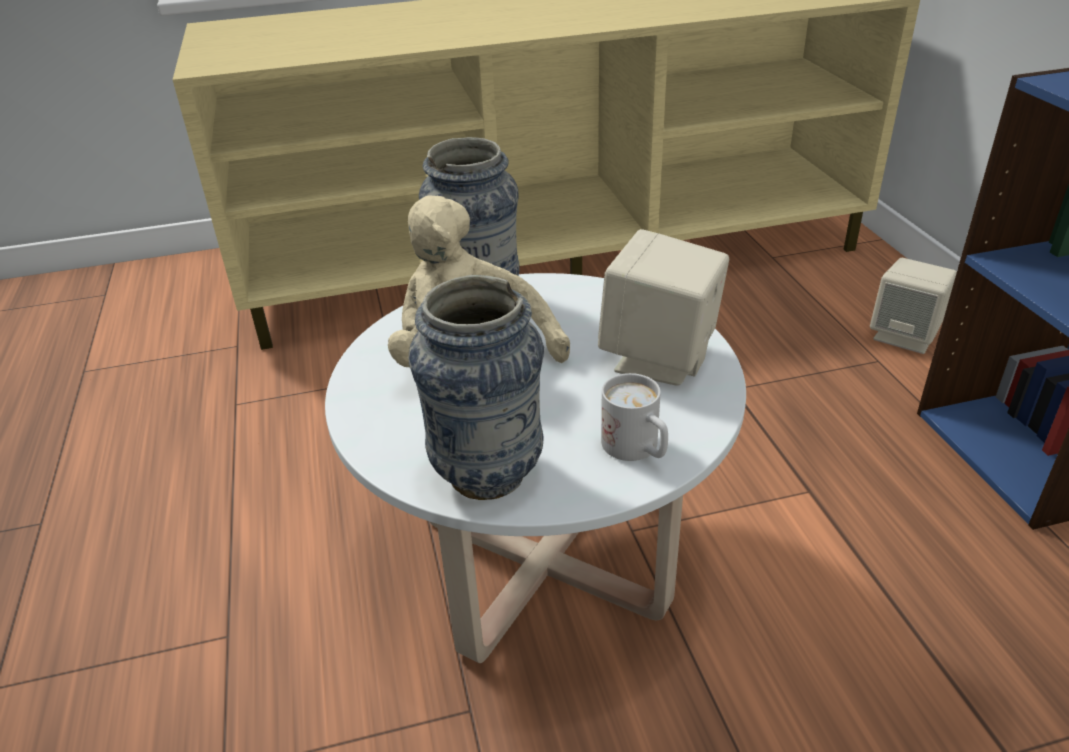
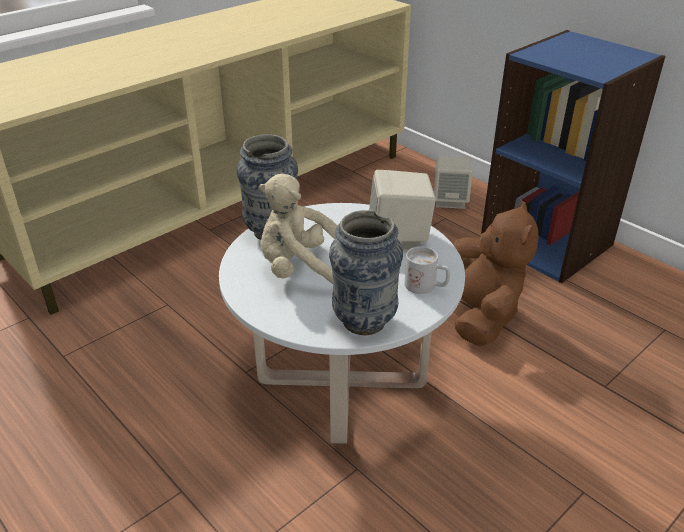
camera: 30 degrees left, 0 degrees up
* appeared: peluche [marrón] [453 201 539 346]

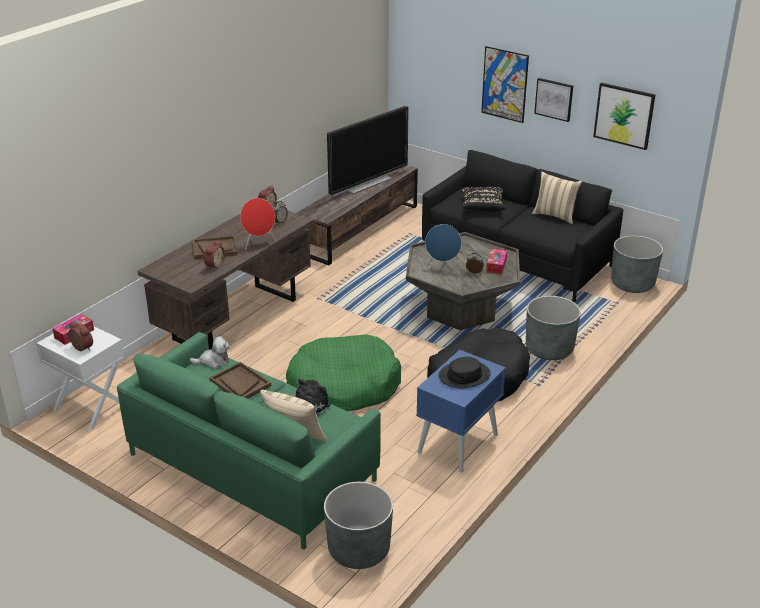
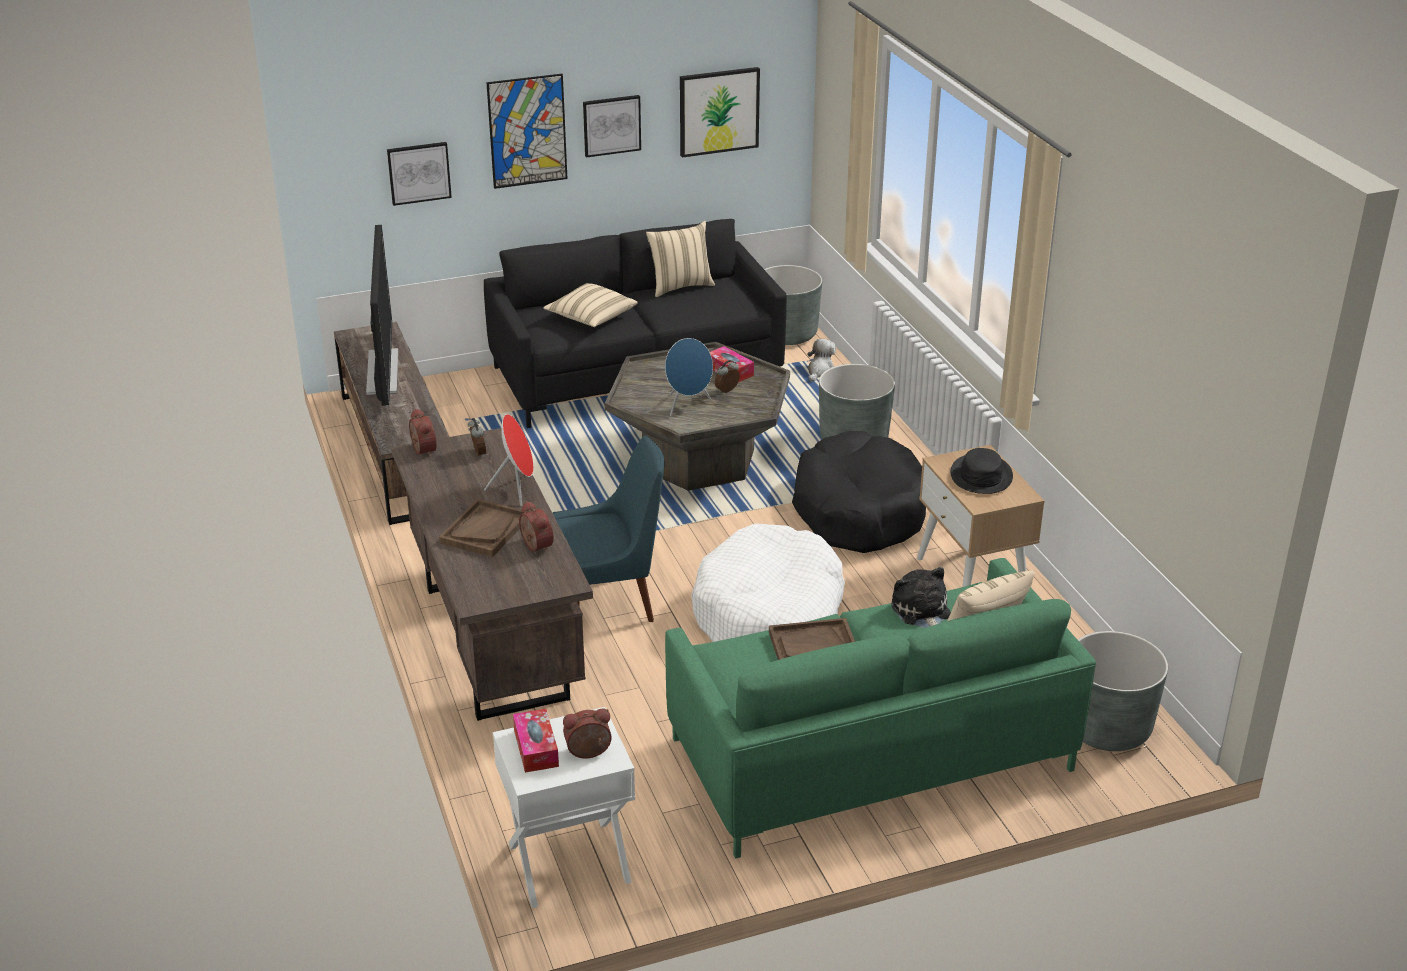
camera: 55 degrees left, 0 degrees up
* colour: cojín [negro] [461 187 506 211] to cojín [beis] [543 283 638 327]
* colour: cama para perro [verde] [286 334 401 411] to cama para perro [blanco] [691 523 845 642]
* relocated: peluche [189 336 230 369] to [807 339 836 382]
* colour: mesita de noche [azul] [416 350 506 473] to mesita de noche [beis] [917 445 1045 587]
* appeared: cuadro [387 142 452 206]
* appeared: silla [azul] [553 436 665 622]

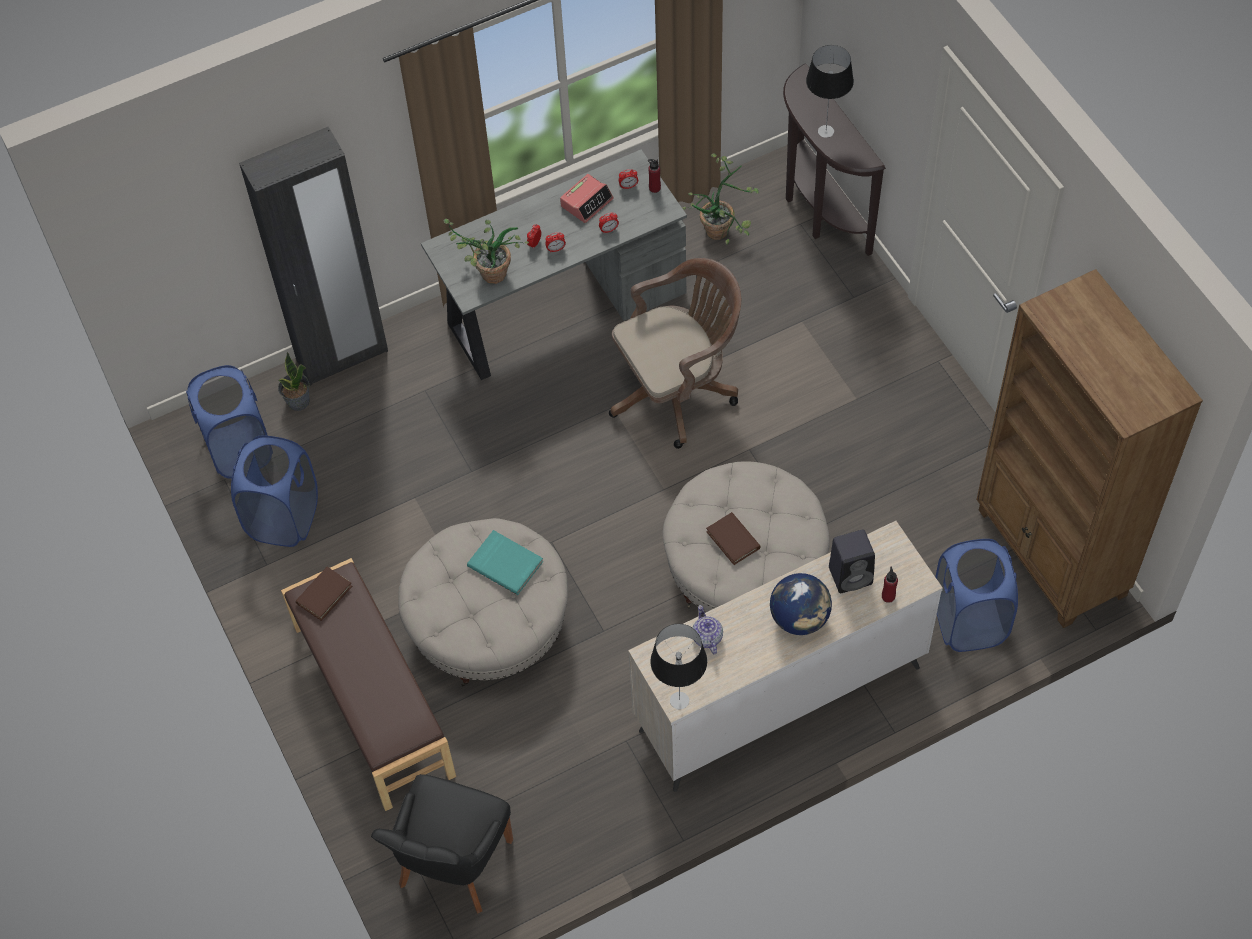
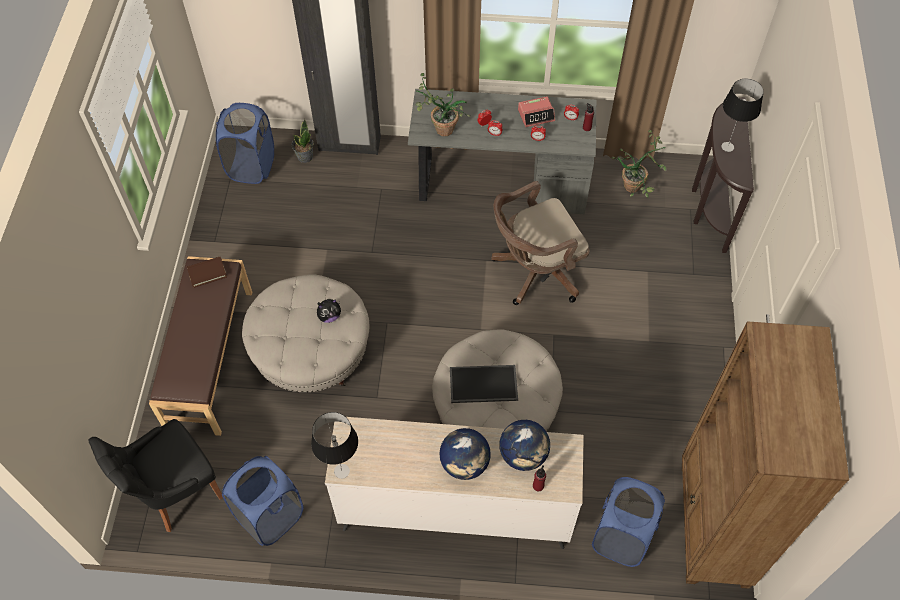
camera: 30 degrees right, 0 degrees up
* spun: silla de oficina [marrón] [609 258 741 449] = [491 181 590 305] 150 degrees clockwise
* relocated: cesto de la ropa [azul] [231 436 318 547] to [222 456 304 546]
* exchanged: libro [marrón] [706 512 761 565] to bandeja [450 365 518 403]
* exchanged: libro [turquesa] [467 530 543 595] to peluche [317 299 341 323]
* exchanged: altavoz [negro] [829 530 875 593] to globo terráqueo [499 420 550 471]
* missing: tetera [692 605 723 654]

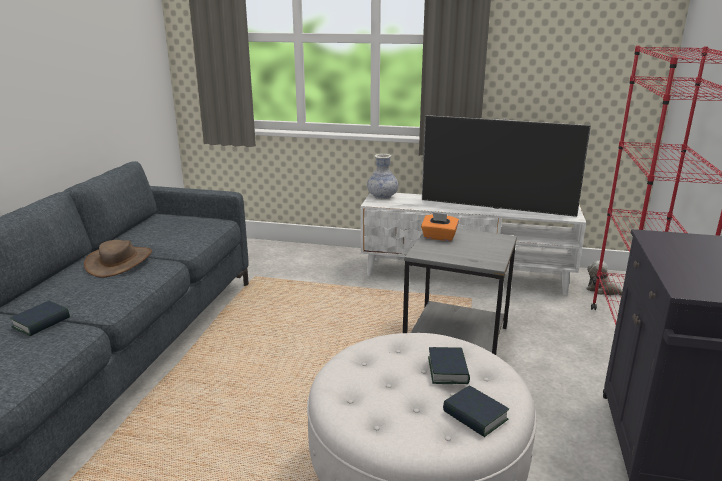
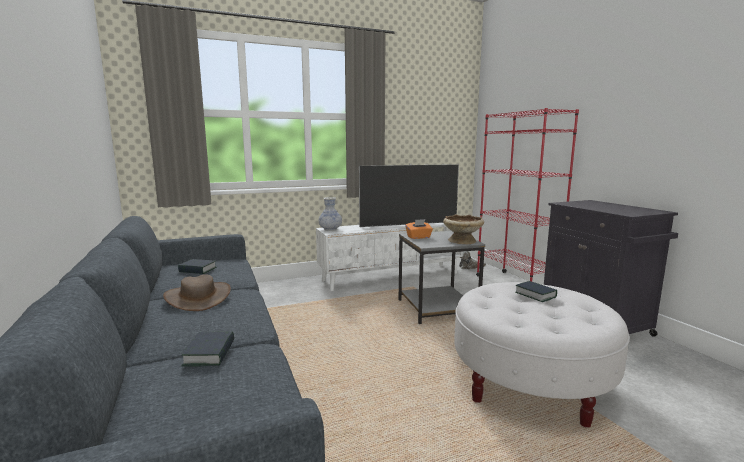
camera: 35 degrees left, 10 degrees down
* relocated: libro [443 386 509 437] to [178 259 216 274]
* appeared: cuenco [beis] [443 214 484 244]

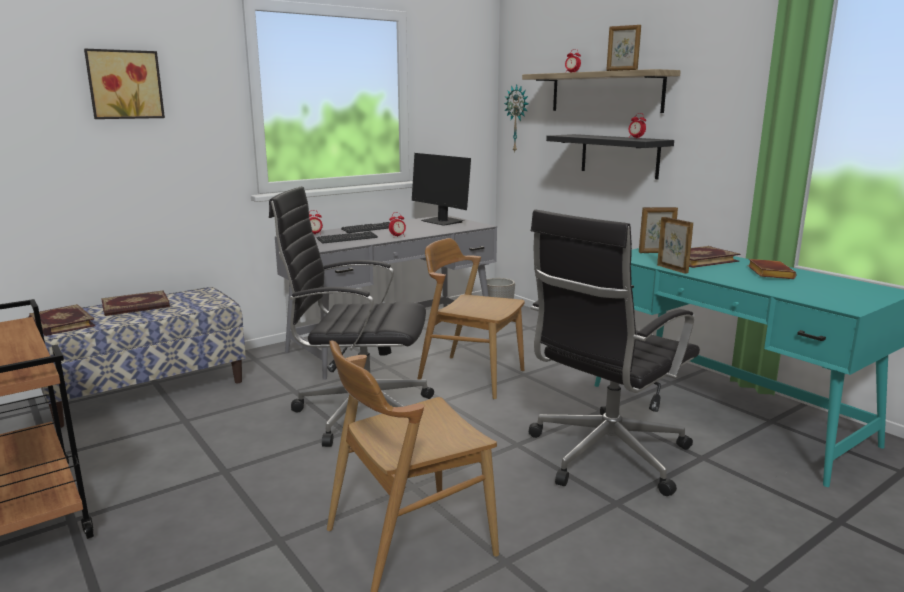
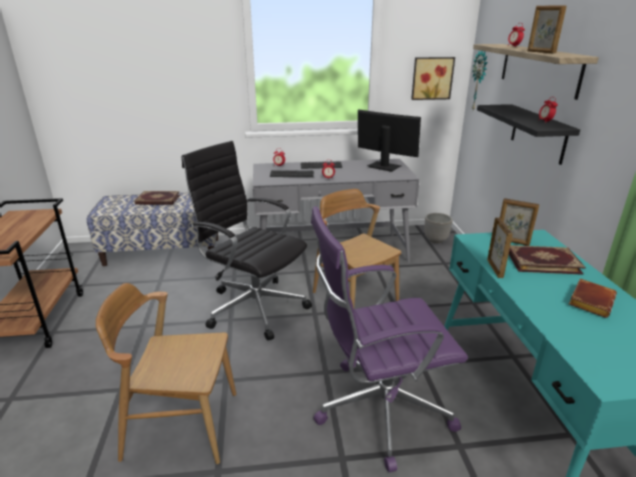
camera: 30 degrees right, 10 degrees up
* relocated: cuadro [84 49 165 119] to [411 57 455 100]
* spun: monitor [412 153 471 226] = [358 109 421 172] 135 degrees clockwise
* colour: silla de oficina [negro] [529 210 700 496] to silla de oficina [morado] [311 206 468 473]
* missing: libro [29 304 95 336]

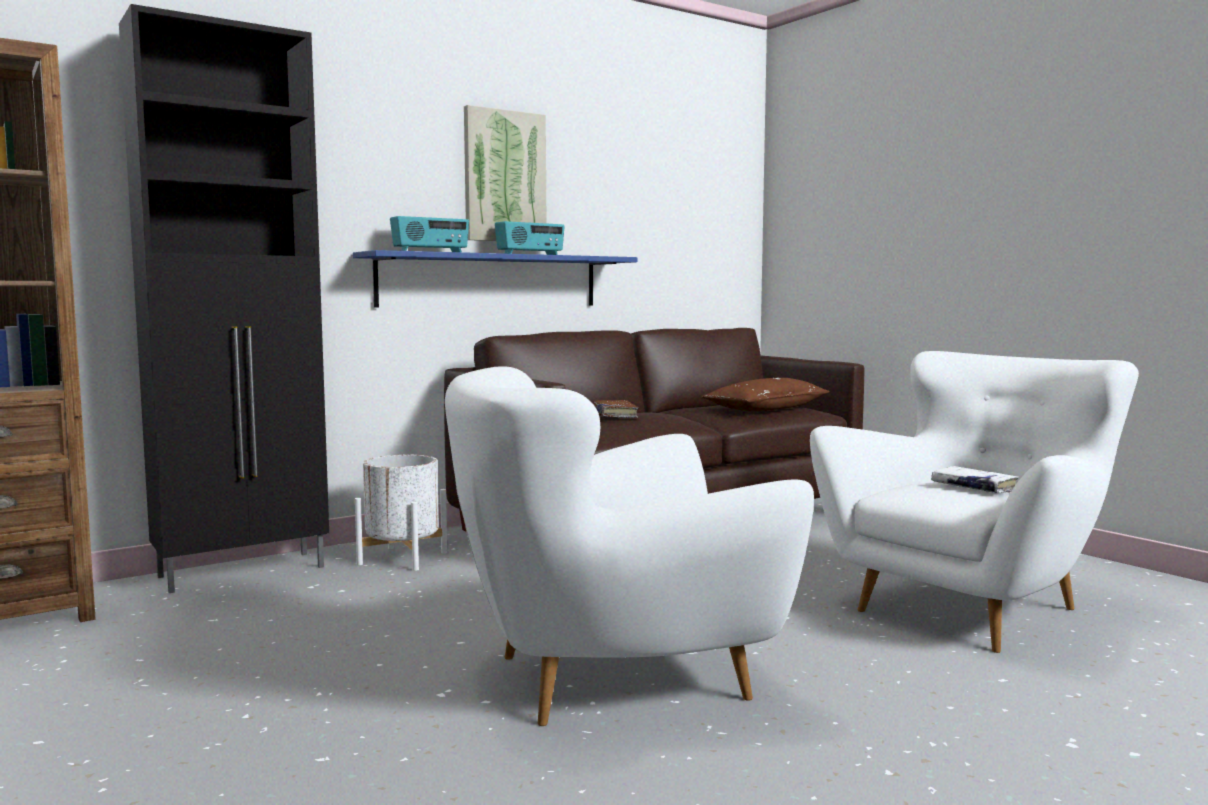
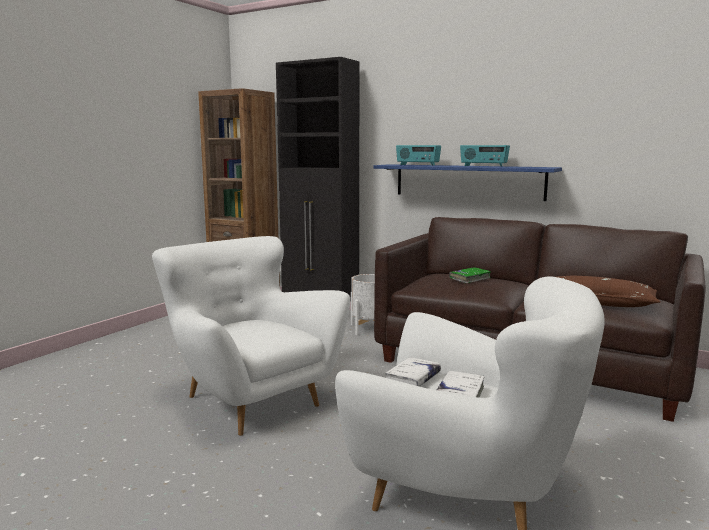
camera: 65 degrees right, 5 degrees up
* missing: cuadro [464 105 547 241]
* colour: libro [marrón] [593 400 638 418] to libro [verde] [449 267 491 283]
* appeared: libro [blanco] [385 357 441 387]

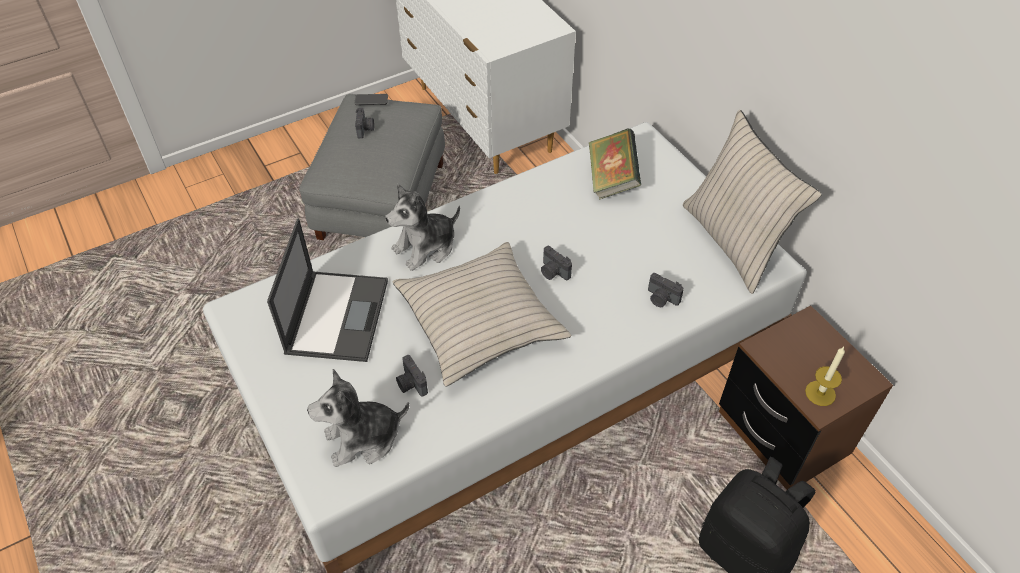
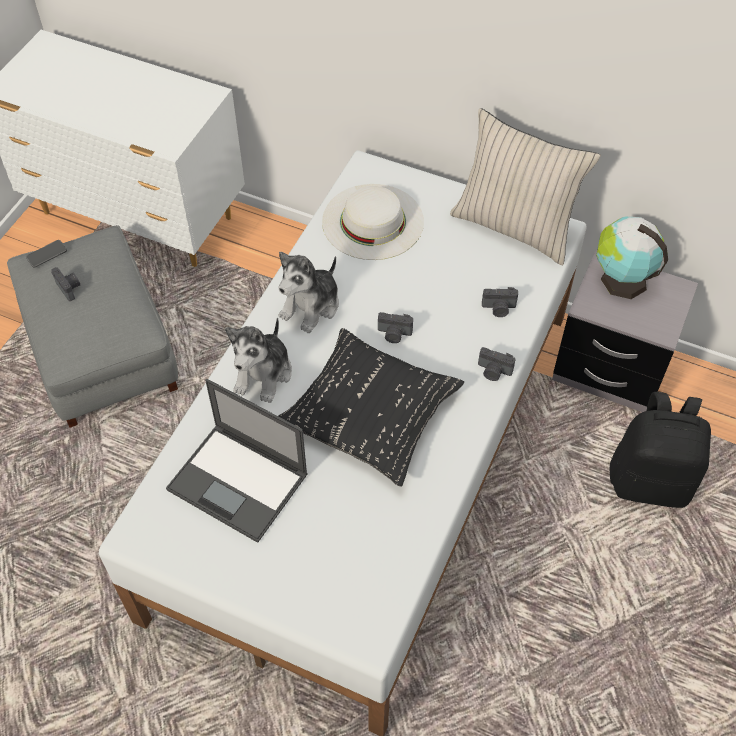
camera: 35 degrees left, 5 degrees up
* exchanged: libro [589 128 641 200] to sombrero [blanco] [322 184 424 260]
* spun: portátil [267 218 388 362] = [166 379 308 543] 150 degrees clockwise
* colour: cojín [beis] [393 242 571 387] to cojín [negro] [278 328 464 487]
* colour: mesita de noche [marrón] [719 305 893 490] to mesita de noche [gris] [552 250 698 412]
* missing: vela [805 347 845 406]
* relocated: cámara [396 355 428 397] to [478 347 516 381]
* relocated: peluche [307 369 409 467] to [279 252 339 333]
* appeared: globo terráqueo [596 217 668 299]

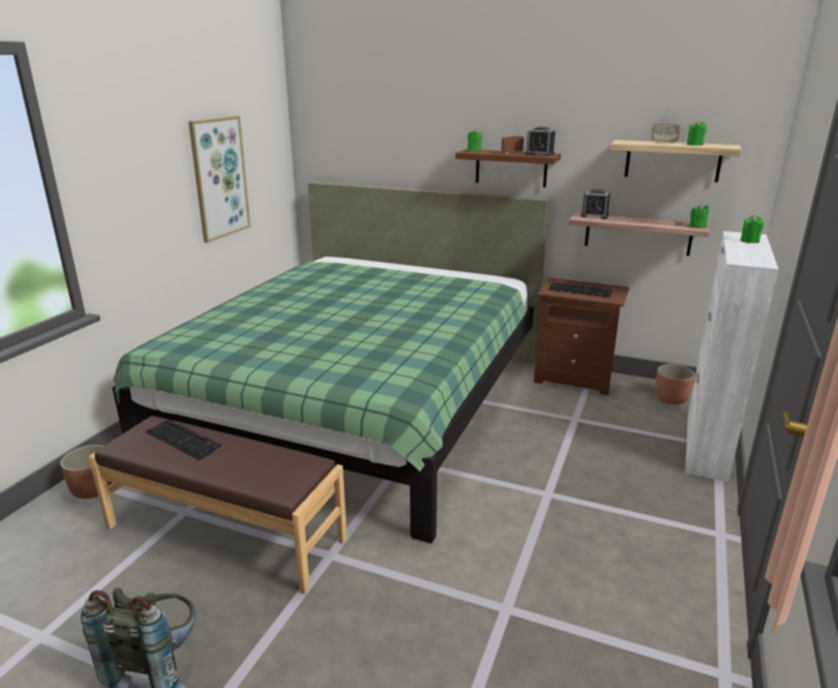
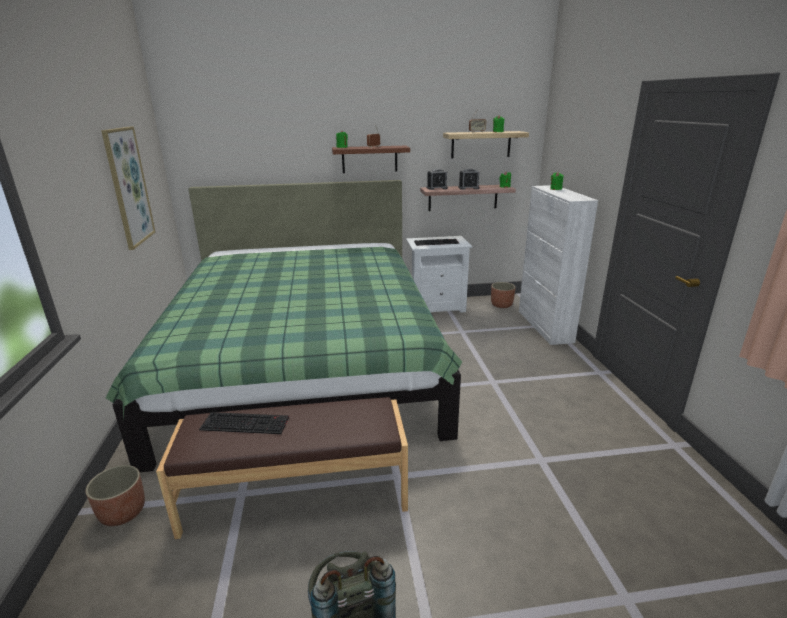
camera: 30 degrees left, 0 degrees up
* relocated: despertador [525 127 555 156] to [458 169 479 190]
* colour: mesita de noche [marrón] [534 278 629 395] to mesita de noche [blanco] [406 236 472 313]

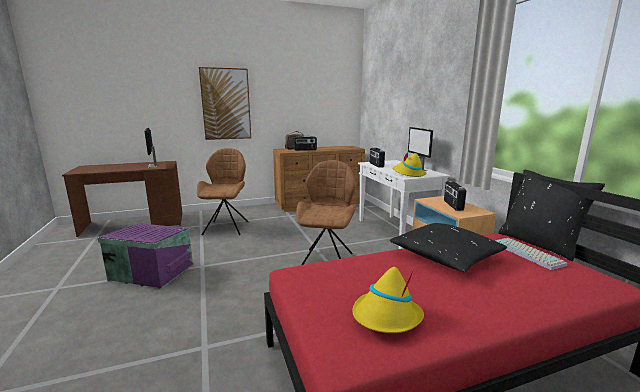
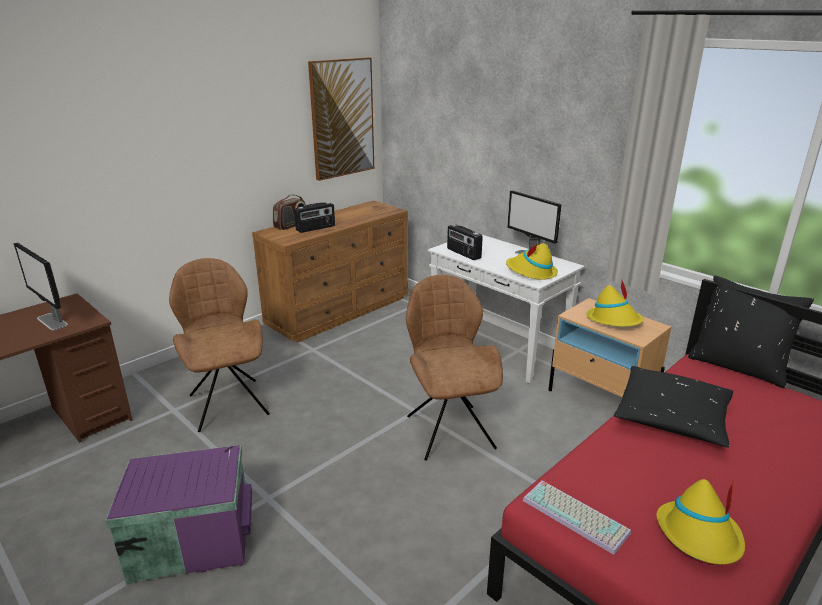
camera: 25 degrees left, 10 degrees up
* relocated: cuadro [199 67 251 140] to [308 57 374 181]
* exchanged: radio [444 181 466 211] to sombrero [amarillo] [586 278 644 327]
* relocated: teclado [495 238 568 270] to [523 481 631 555]

